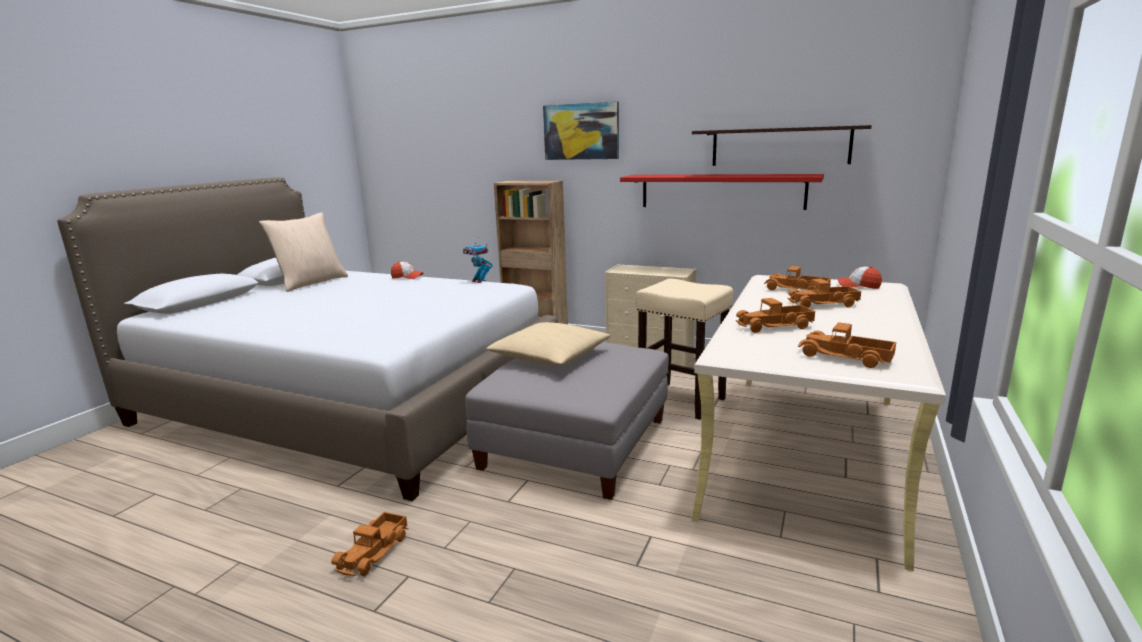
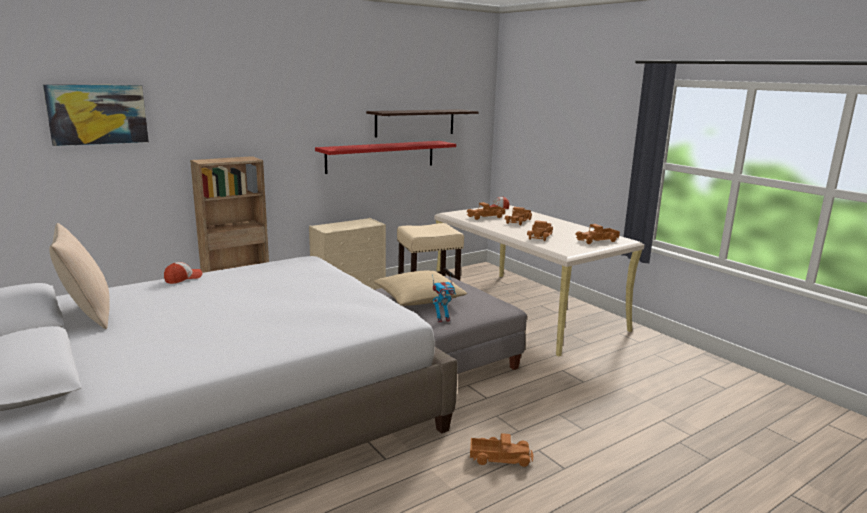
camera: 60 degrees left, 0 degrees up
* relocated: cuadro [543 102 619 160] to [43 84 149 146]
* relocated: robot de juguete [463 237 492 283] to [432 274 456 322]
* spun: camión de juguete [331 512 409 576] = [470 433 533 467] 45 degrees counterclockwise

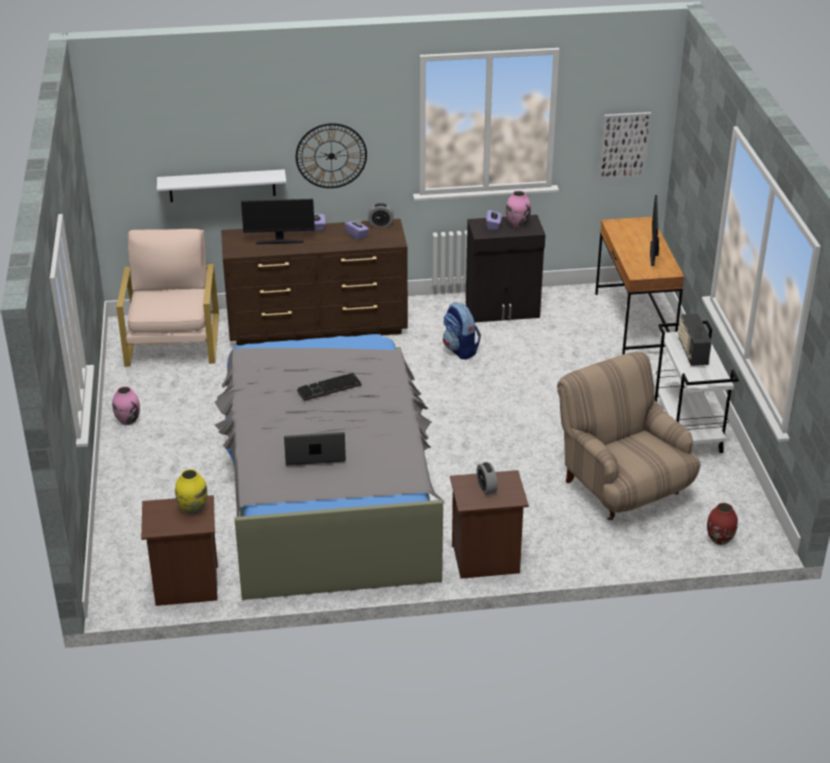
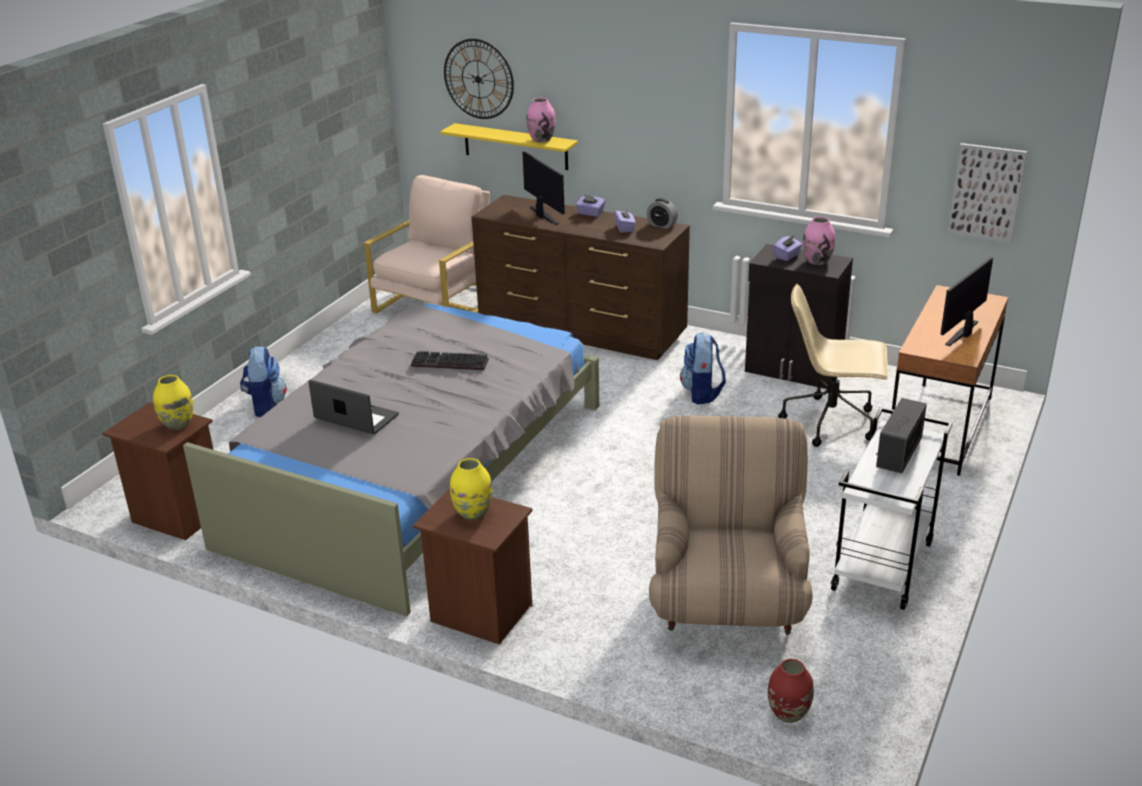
camera: 35 degrees right, 5 degrees down
* relocated: reloj de pared [296 123 367 188] to [444 39 514 119]
* colour: estante [blanco] [157 169 286 202] to estante [amarillo] [440 123 578 170]
* spun: monitor [241 199 315 244] = [523 151 565 225] 150 degrees counterclockwise
* relocated: florero [rosa] [112 386 140 425] to [526 98 556 143]
* exchanged: despertador [477 462 498 495] to florero [amarillo] [450 458 493 520]
* appeared: silla de oficina [beis] [778 284 889 447]
* appeared: mochila [240 346 287 417]

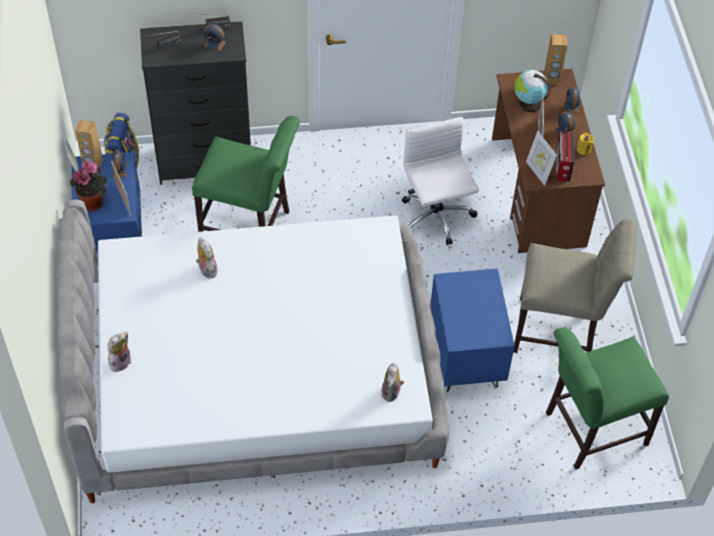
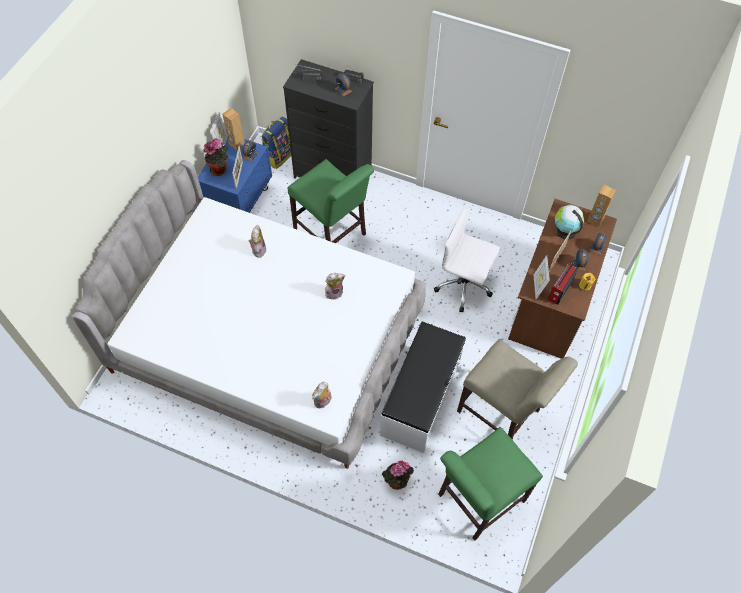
camera: 30 degrees right, 5 degrees up
* spun: silla de oficina [blanco] [402 117 479 245] = [434 208 500 312] 75 degrees counterclockwise
* exchanged: mesita de noche [azul] [431 268 515 392] to banco [blanco] [380 322 466 453]
* spun: silla [verde] [546 327 669 470] = [438 427 543 541] 45 degrees counterclockwise
* relocated: peluche [107 332 131 372] to [325 273 346 300]
* appeared: planta en maceta [382 461 414 490]

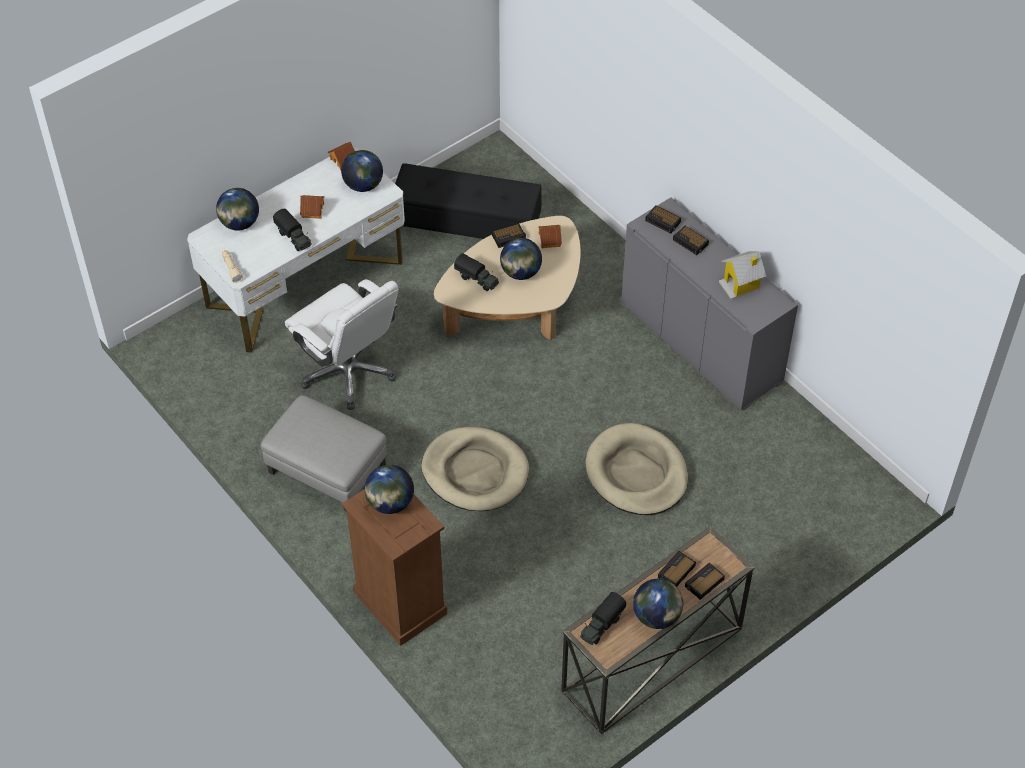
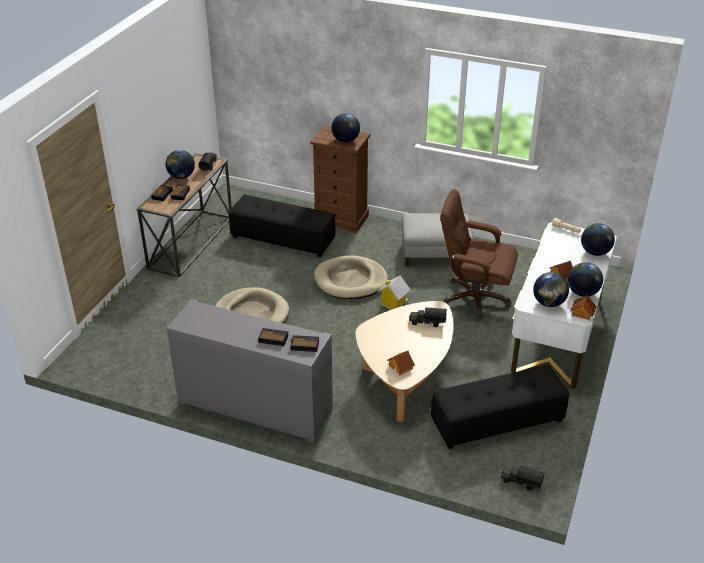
camera: 150 degrees right, 15 degrees down
* relocated: camión de juguete [273 209 312 251] to [500 466 545 491]
* missing: despertador [492 224 526 248]
* relocated: globo terráqueo [500 238 542 280] to [568 262 603 297]
* relocated: casita [719 251 766 300] to [378 275 411 310]
* colour: silla de oficina [blanco] [285 279 398 410] to silla de oficina [marrón] [440 189 518 321]
* appeared: puf [negro] [228 195 335 258]

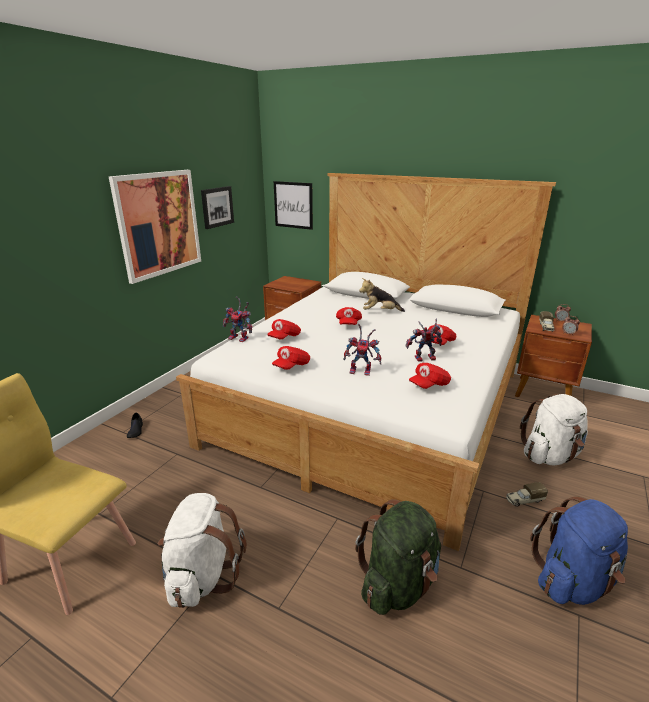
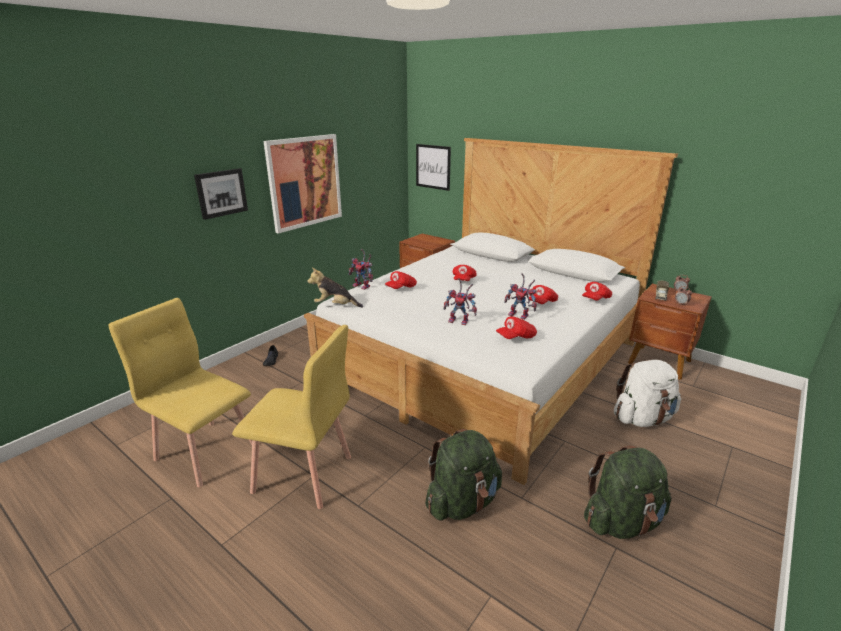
camera: 10 degrees right, 0 degrees up
* relocated: cuadro [201 186 234 229] to [194 168 248 220]
* relocated: peluche [359 278 405 312] to [307 268 363 308]
* spun: robot de juguete [406 319 442 362] = [504 273 537 320] 150 degrees counterclockwise
* relocated: gorra [rojo] [272 346 310 370] to [582 282 612 300]
* missing: camión de juguete [506 482 548 507]
* exchanged: mochila [blanco] [158 493 247 608] to silla [amarillo] [232 325 351 509]
* colour: mochila [azul] [530 496 628 605] to mochila [verde] [584 445 671 539]

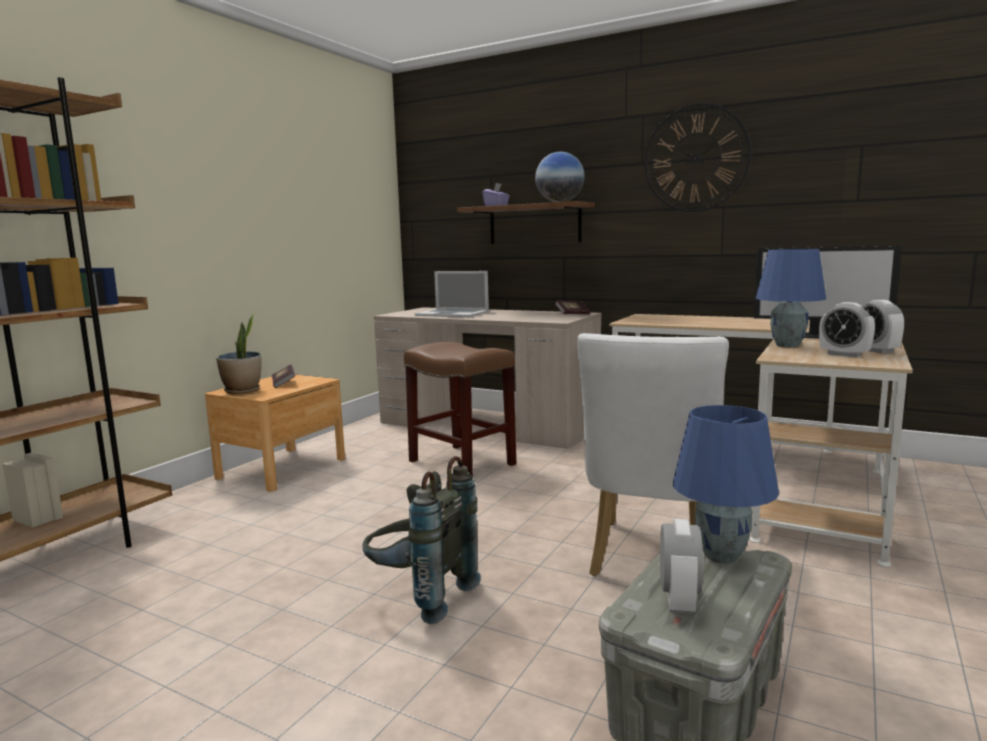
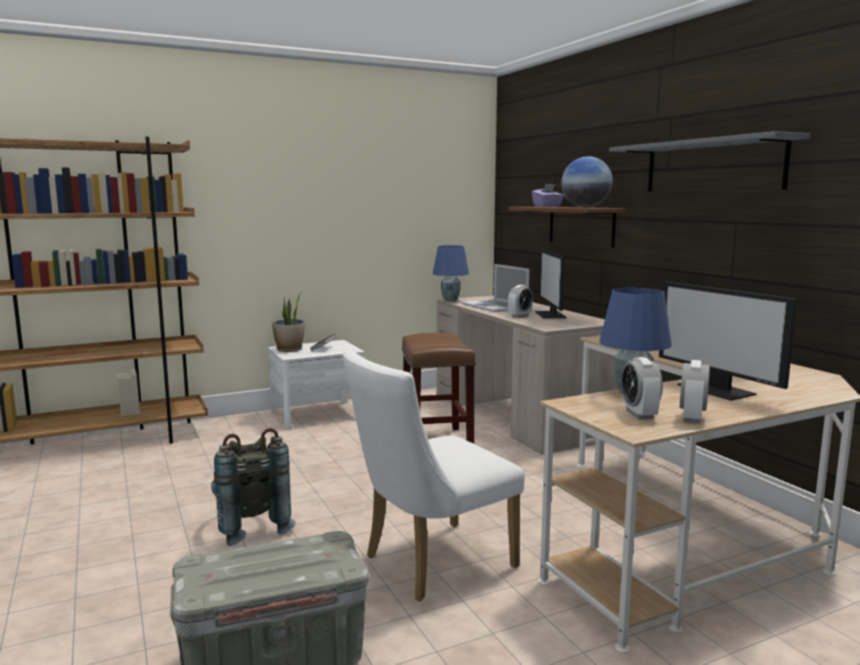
camera: 35 degrees right, 0 degrees up
* exchanged: reloj de pared [644 103 751 212] to estante [gris] [609 131 810 191]
* missing: libro [555 300 590 314]
* colour: mesita de noche [marrón] [205 375 345 492] to mesita de noche [blanco] [268 340 365 430]
* relocated: lámpara de mesa [azul] [673 405 779 564] to [433 245 469 302]
* relocated: despertador [660 519 703 614] to [508 285 533 318]
* appeared: monitor [535 250 567 318]

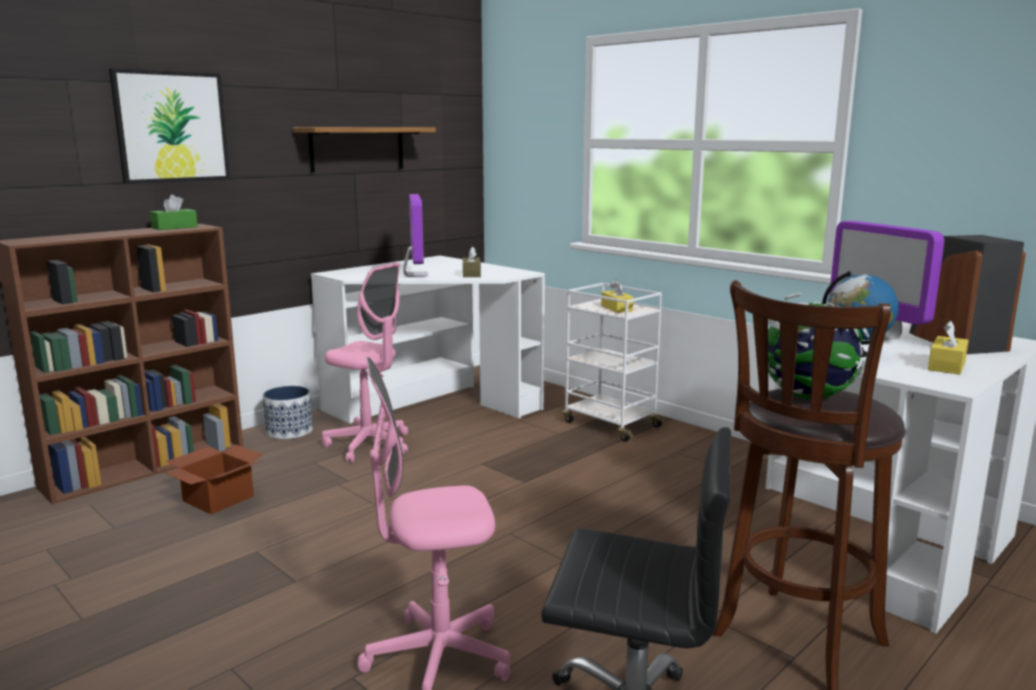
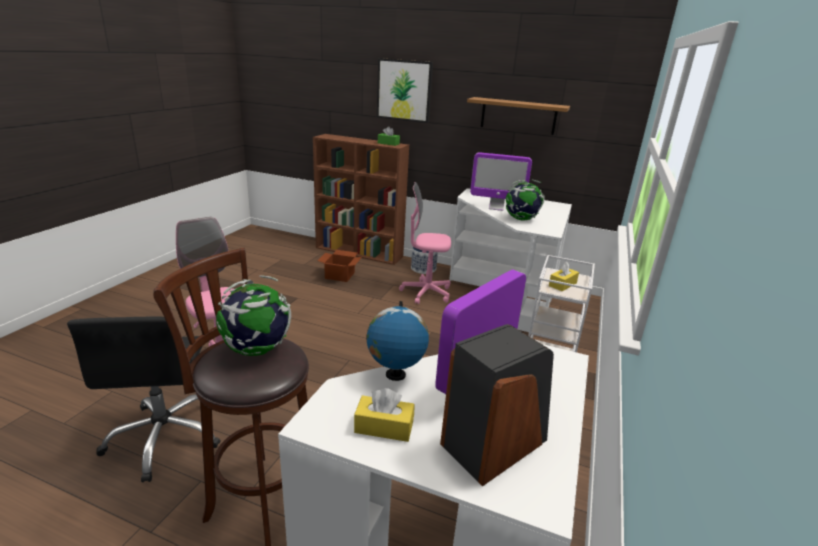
camera: 65 degrees right, 10 degrees up
* spun: monitor [403 194 428 277] = [470 152 532 211] 45 degrees clockwise
* exchanged: caja de pañuelos [marrón] [463 246 481 277] to globo terráqueo [506 179 545 220]
* spun: silla de oficina [rosa] [322 262 408 463] = [399 182 451 304] 90 degrees clockwise

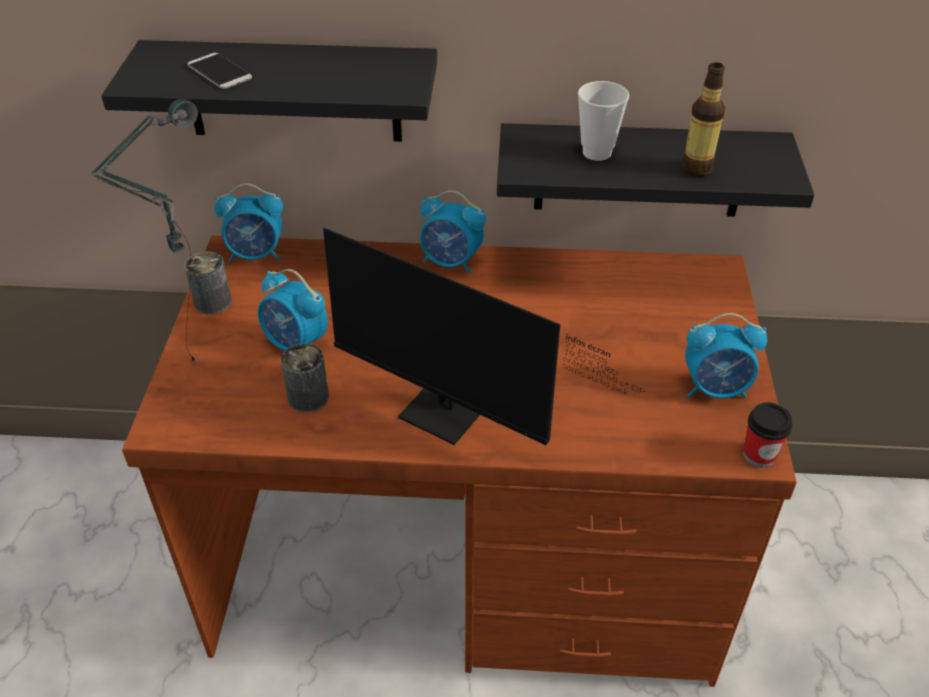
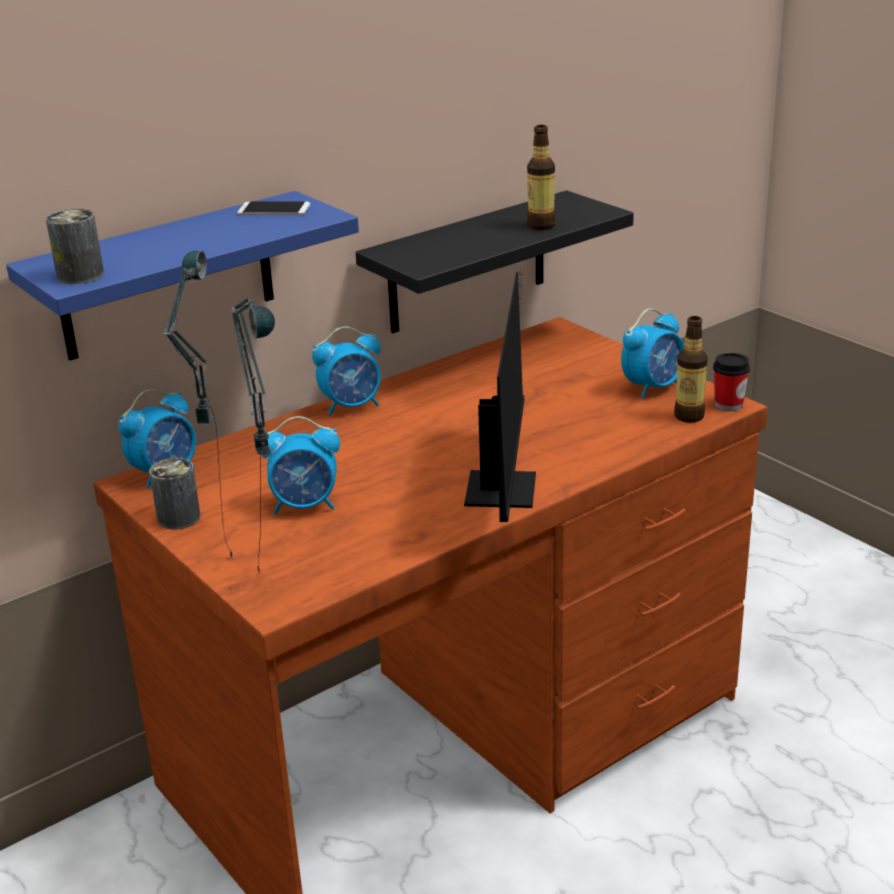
camera: 40 degrees left, 15 degrees down
* colour: estante [negro] [101 40 437 142] to estante [azul] [6 191 359 360]
* relocated: móvil [187 53 252 89] to [237 202 310 215]
* missing: taza [578 81 629 161]
* spun: monitor [323 228 644 445] = [464 266 536 522] 75 degrees counterclockwise
* relocated: lata [280 343 329 413] to [46 209 104 284]
* appeared: lámpara de mesa [232 297 275 574]
* appeared: botella [674 316 708 423]

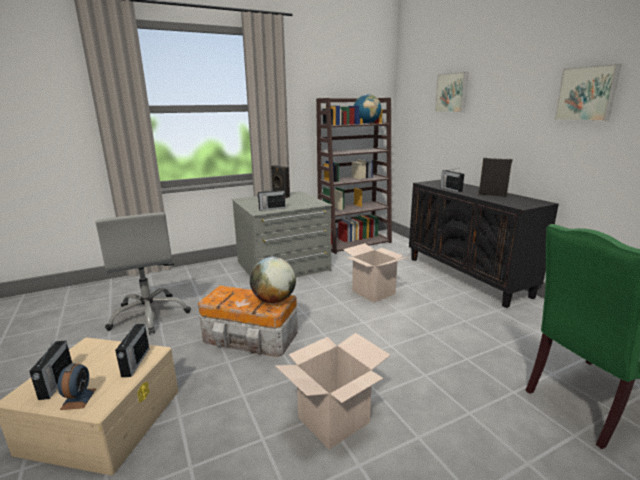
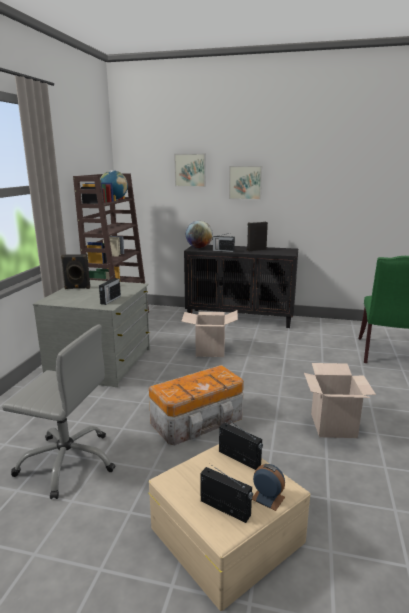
camera: 50 degrees left, 0 degrees up
* relocated: cuadro [554 64 621 121] to [229 166 262 200]
* relocated: globo terráqueo [250 257 296 303] to [186 221 213 248]

